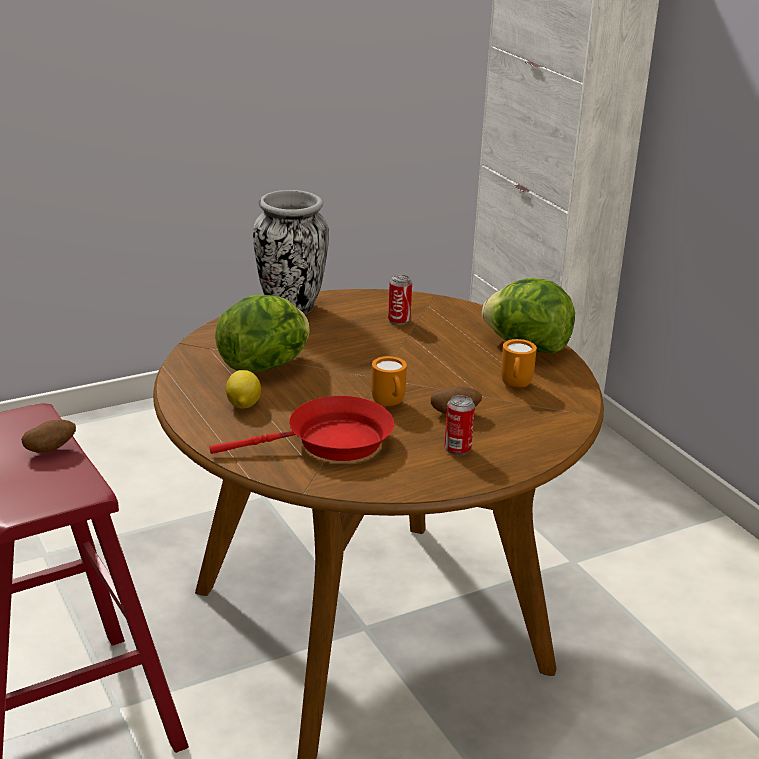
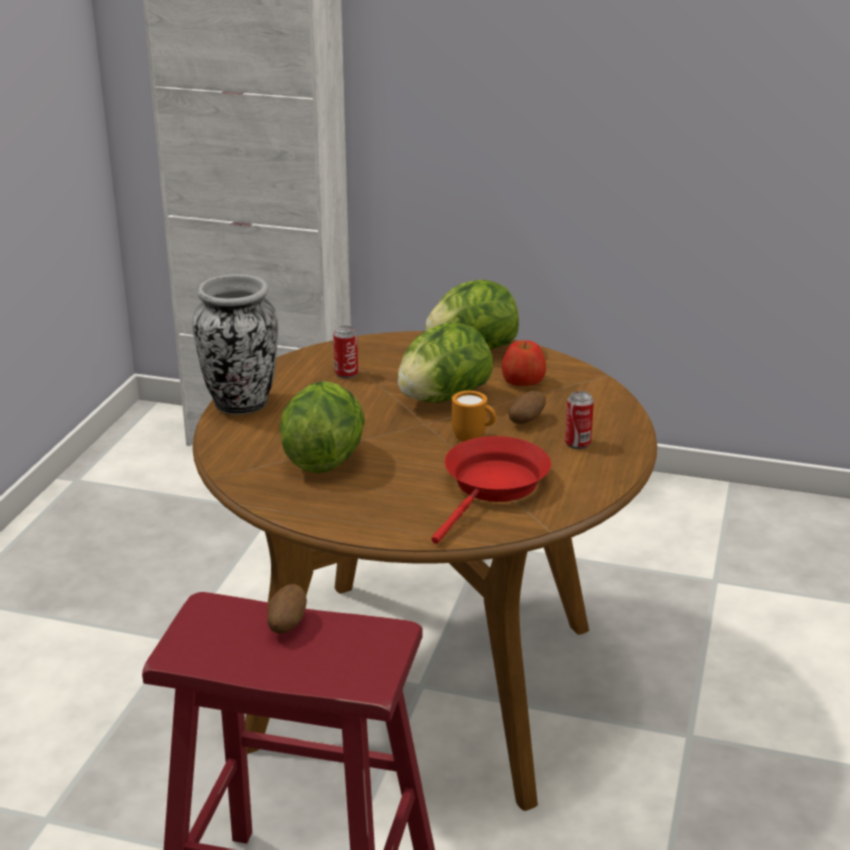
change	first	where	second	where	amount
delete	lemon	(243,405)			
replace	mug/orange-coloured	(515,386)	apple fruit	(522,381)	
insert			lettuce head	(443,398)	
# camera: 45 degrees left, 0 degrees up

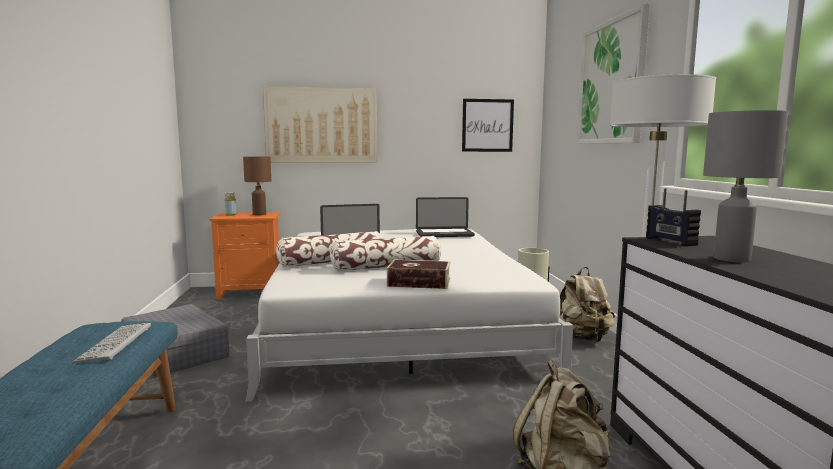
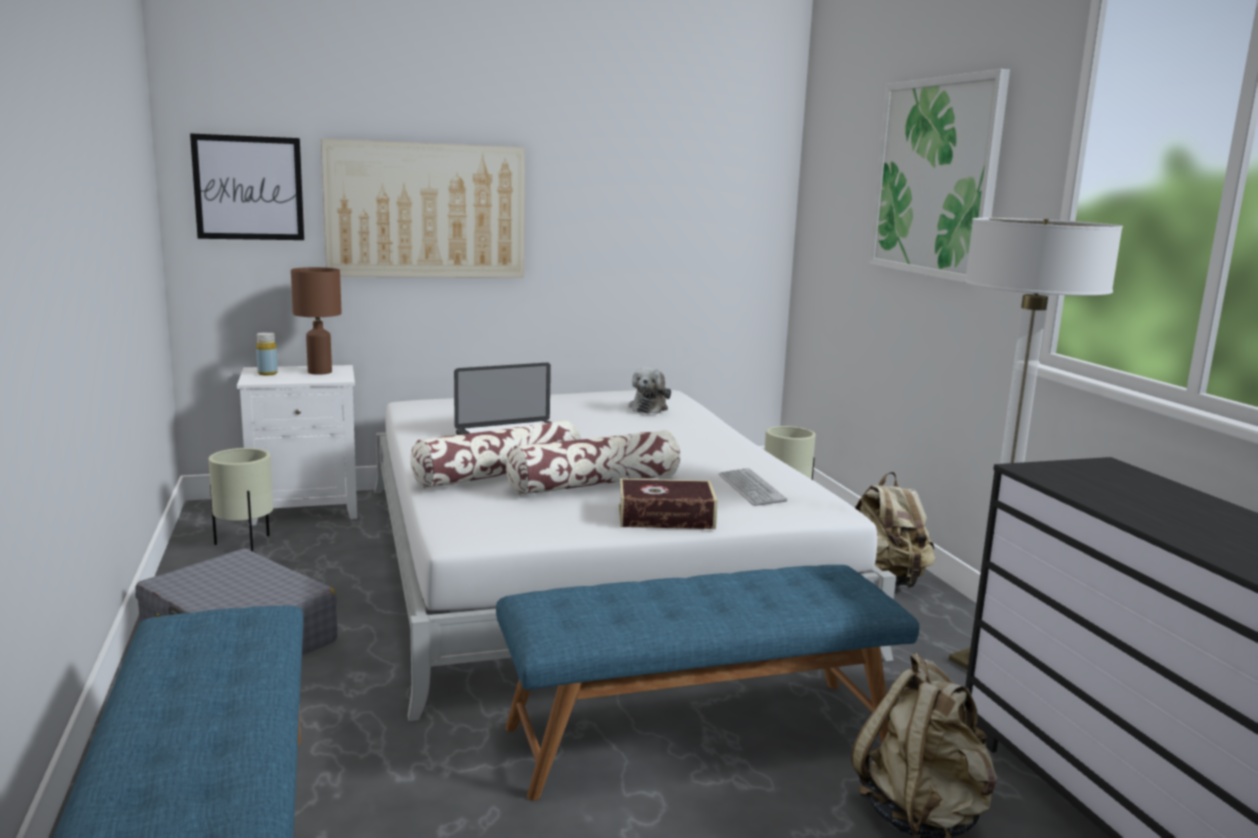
change	first	where	second	where	amount
move	computer keyboard	(115,343)		(751,488)	
recolor	nightstand/orange-coloured	(252,292)	nightstand/whitish	(306,508)	
replace	laptop	(444,234)	soft toy	(649,407)	
move	wall art	(487,125)		(249,188)	
delete	radio	(670,241)			
delete	table lamp/gray	(732,259)			
insert			plant pot/beige-coloured	(246,545)	
insert			long seat/blue-coloured	(698,733)	
# camera: 10 degrees left, 5 degrees up

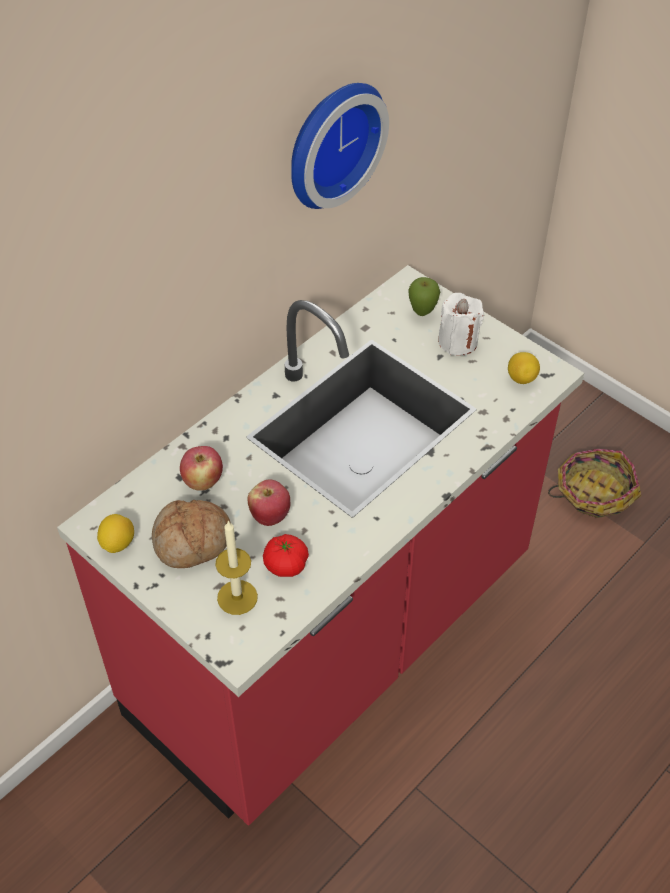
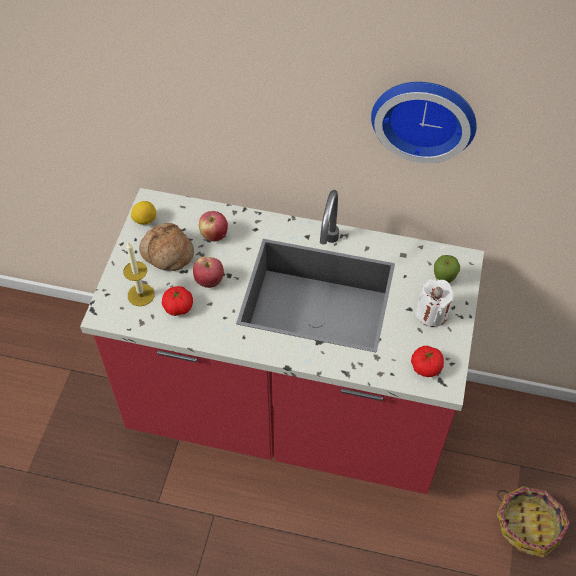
change	first	where	second	where	amount
replace	lemon	(521,378)	whole tomato	(426,367)	
# camera: 60 degrees right, 5 degrees up

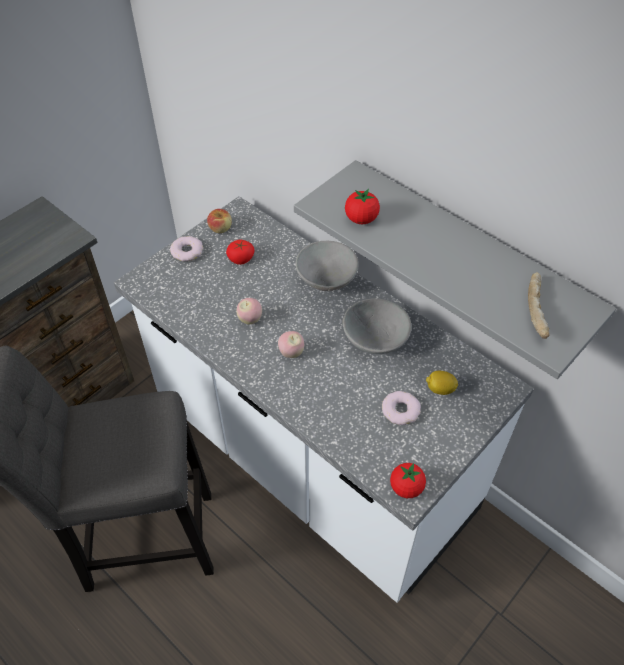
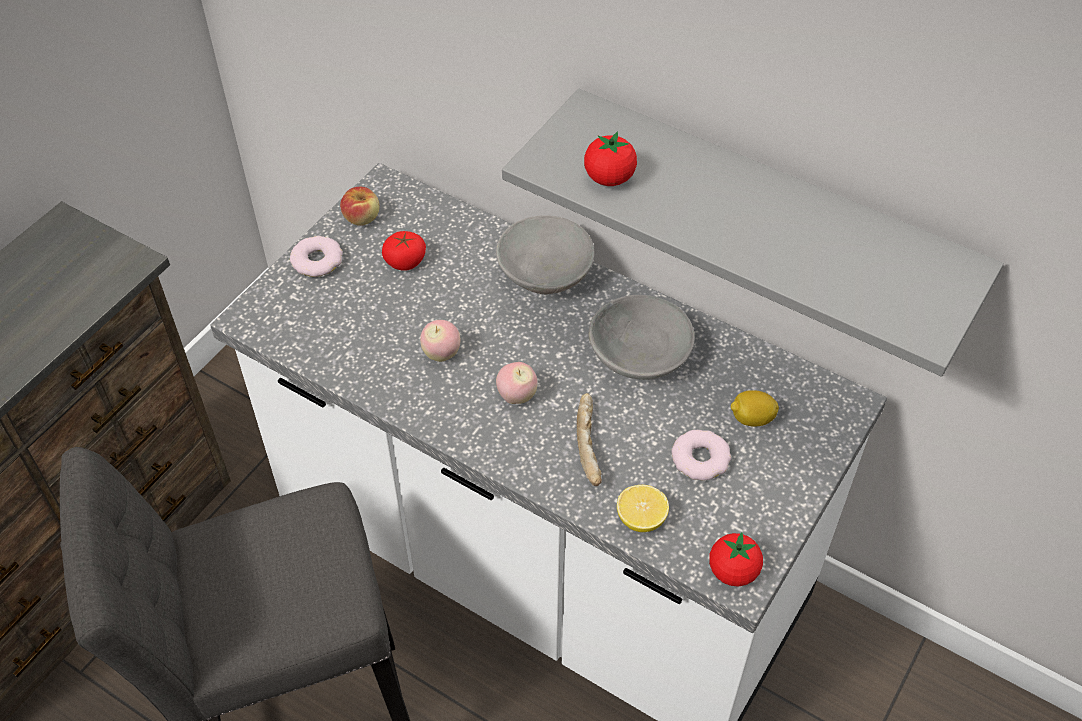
change	first	where	second	where	amount
move	bakery bread	(538,310)		(590,445)	
insert			lemon	(641,519)	
# camera: 10 degrees left, 0 degrees up

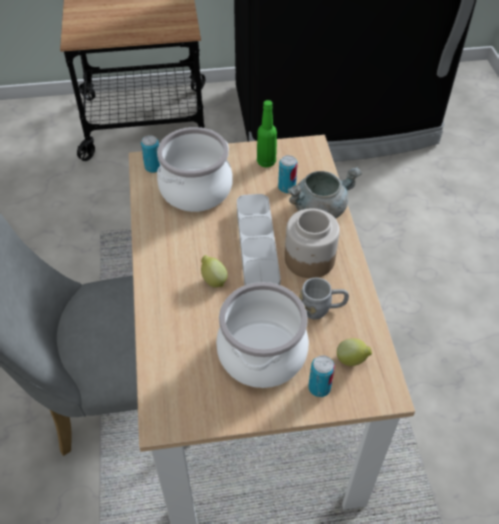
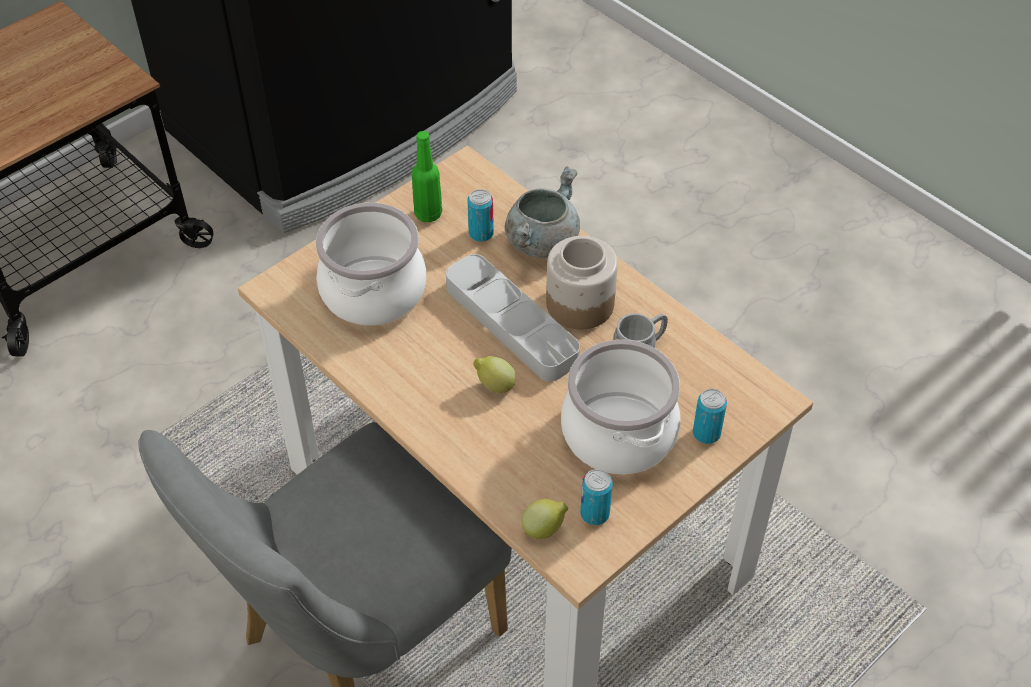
change	first	where	second	where	amount
move	metal can	(153,167)		(594,513)	
move	lemon	(352,360)		(544,529)	
# camera: 35 degrees left, 0 degrees up

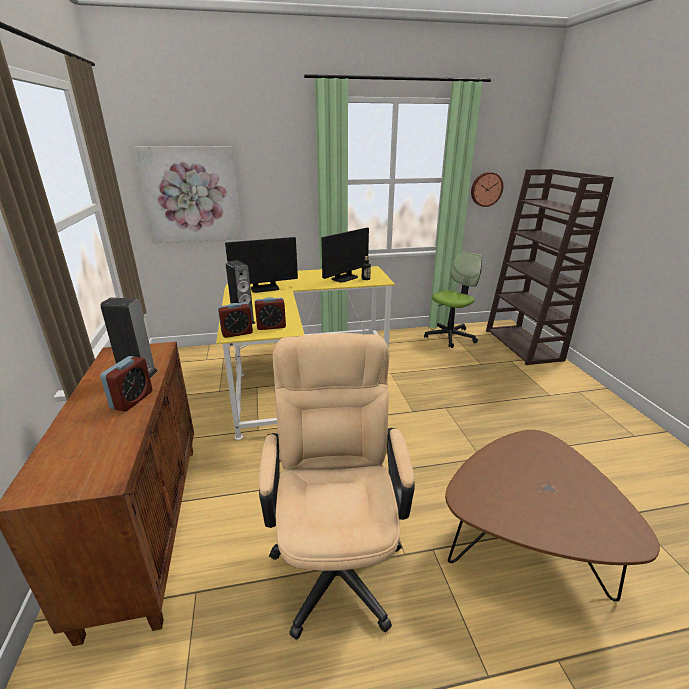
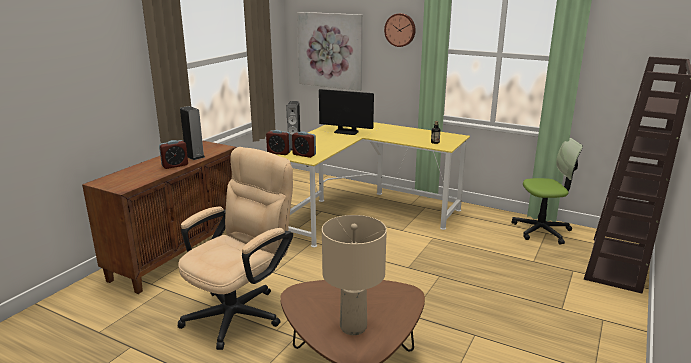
change	first	where	second	where	amount
delete	monitor	(344,278)			
move	clock on the wall	(486,189)		(400,30)	
insert			table lamp/beige-coloured	(353,327)	
# camera: 40 degrees right, 5 degrees down

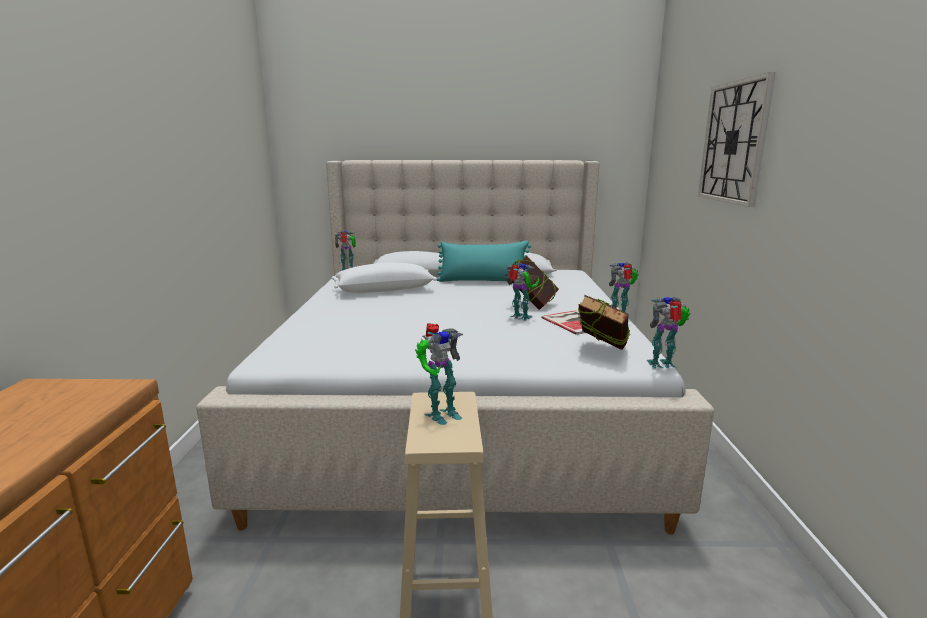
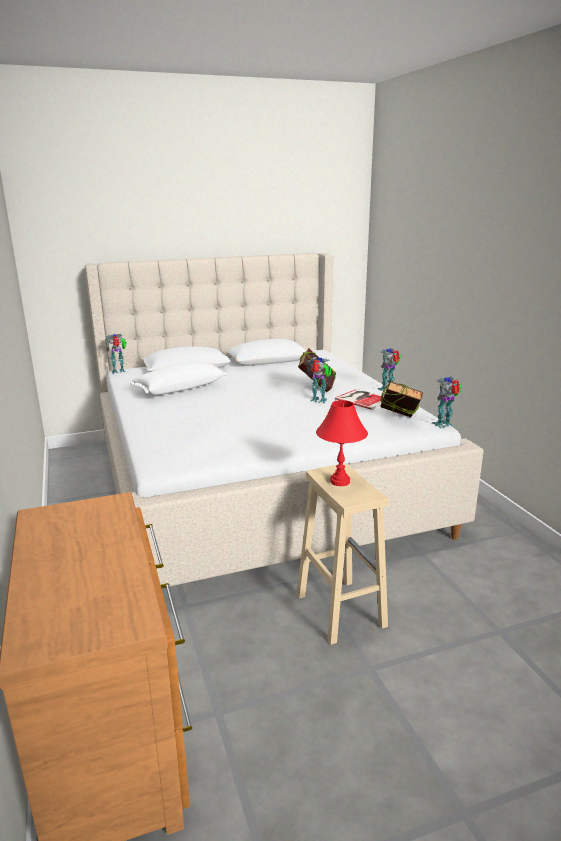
change	first	where	second	where	amount
replace	model robot	(440,414)	table lamp/reddish	(340,481)	
delete	pillow/blue-green	(483,281)			
delete	clock on the wall	(733,142)			
# camera: 20 degrees left, 5 degrees up

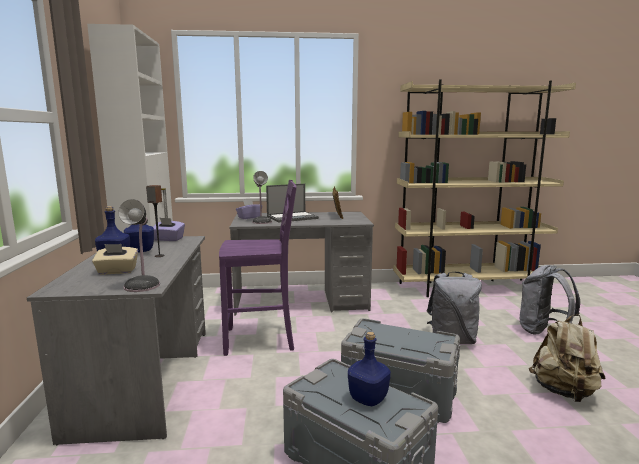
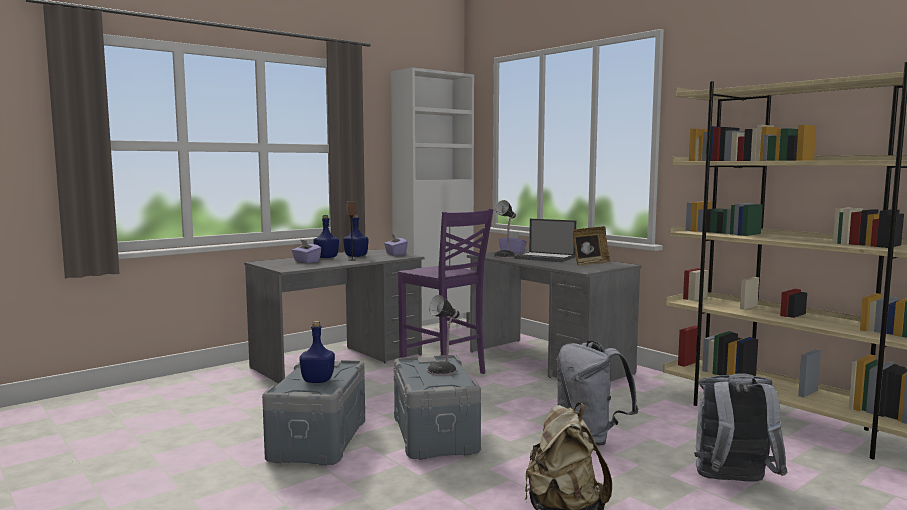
change	first	where	second	where	amount
recolor	box of tissues/beige-coloured	(117,271)	box of tissues/purple	(306,261)	
move	table lamp	(143,285)		(443,370)	
# camera: 55 degrees right, 5 degrees down

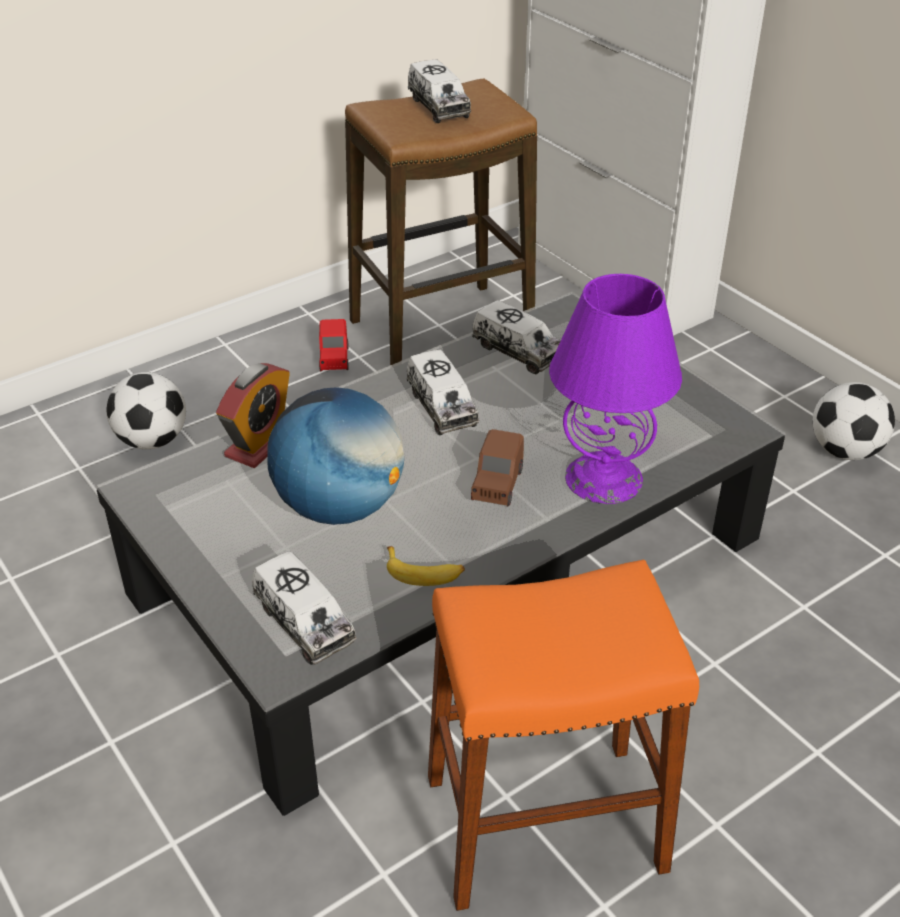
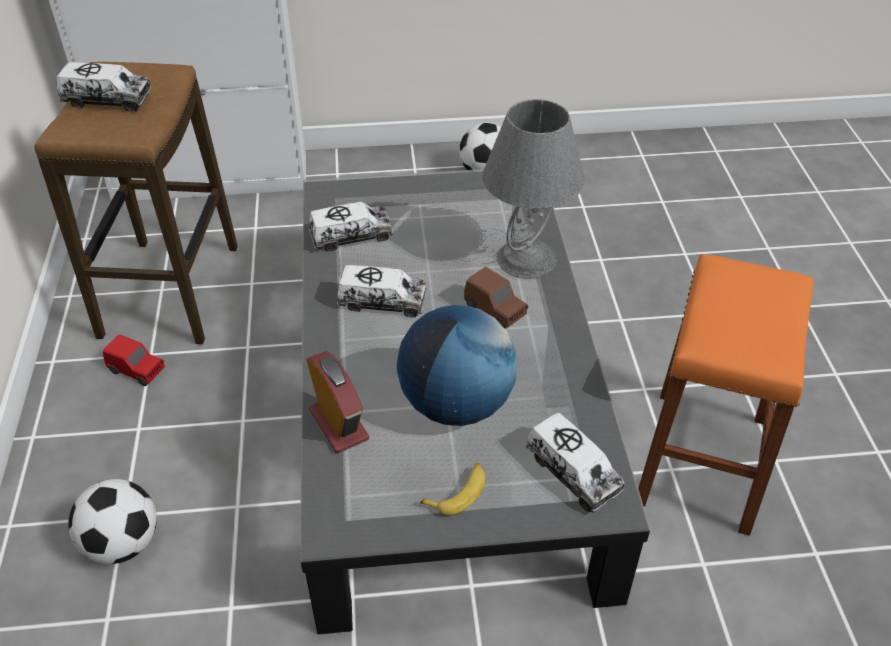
change	first	where	second	where	amount
rotate	toy lorry	(304,622)		(573,472)	60 degrees clockwise
move	banana fruit	(424,572)		(458,492)	
recolor	table lamp/purple	(603,478)	table lamp/gray	(527,259)	
# camera: 60 degrees left, 5 degrees up

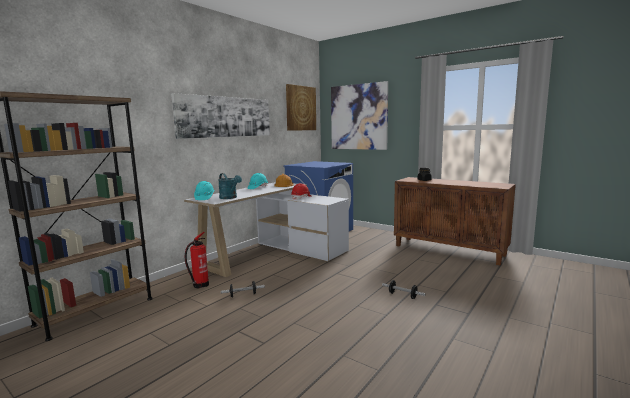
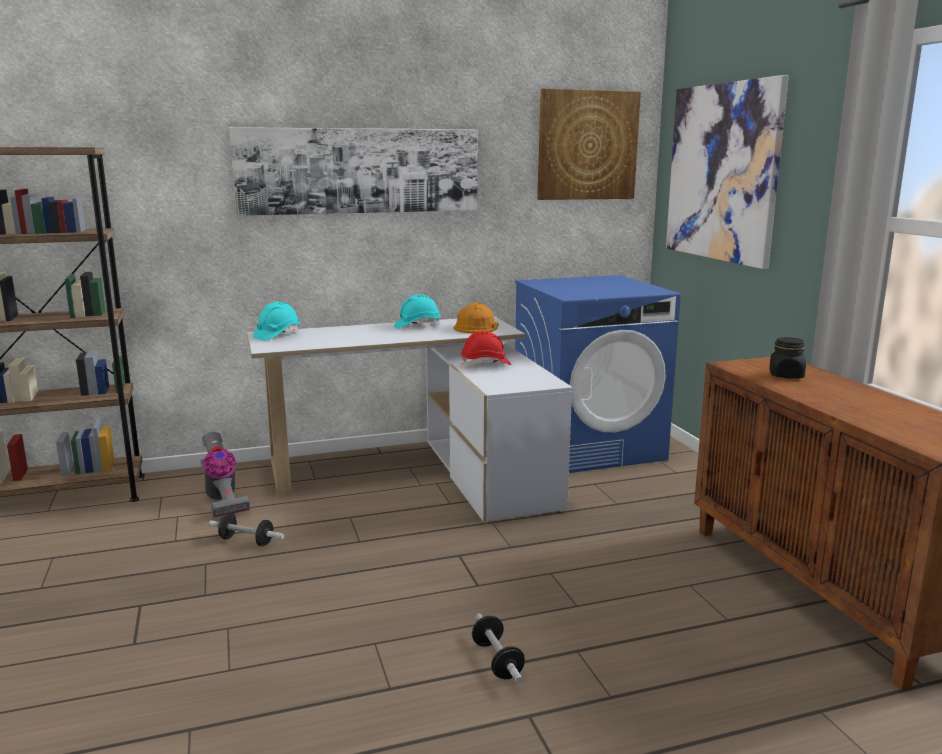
change	first	where	second	where	amount
replace	fire extinguisher	(199,285)	vacuum	(222,499)	
delete	sprinkling can/blue-green	(230,198)			
# camera: 35 degrees right, 5 degrees up

